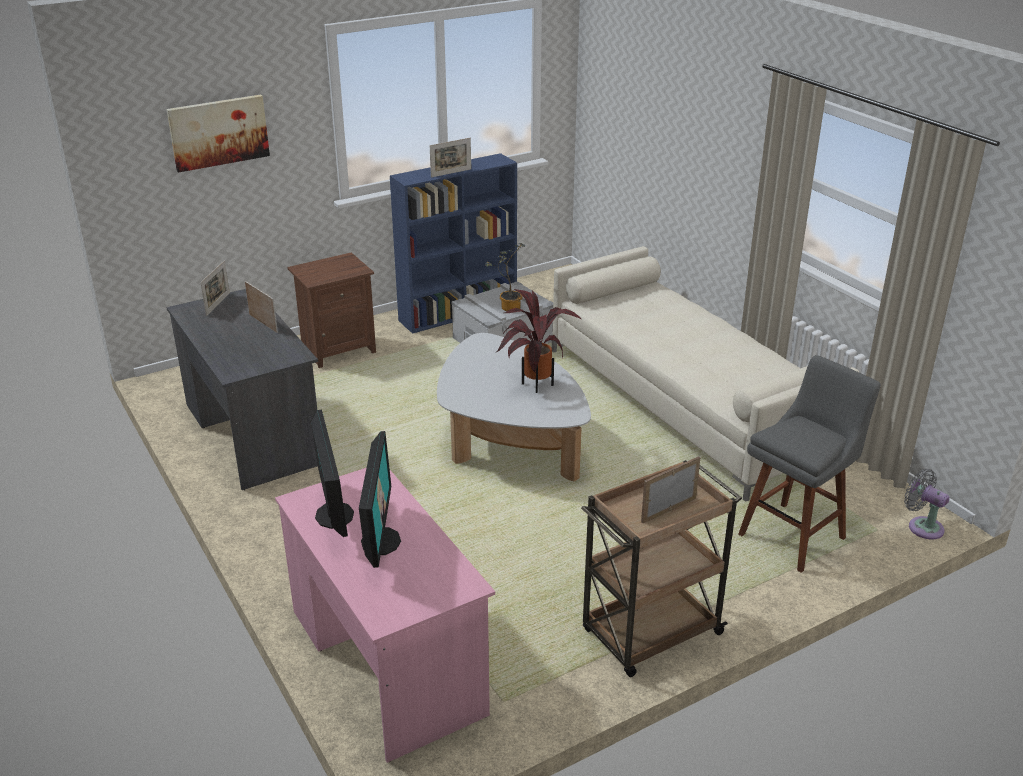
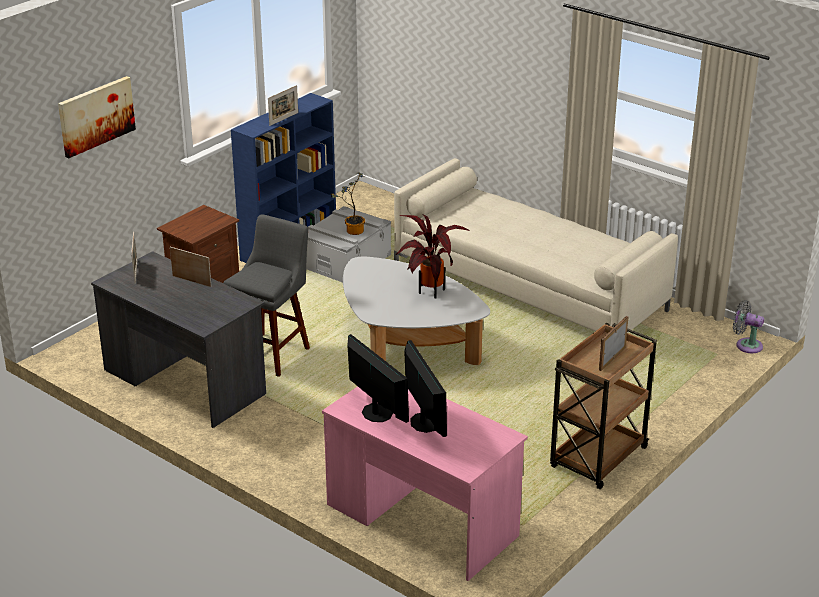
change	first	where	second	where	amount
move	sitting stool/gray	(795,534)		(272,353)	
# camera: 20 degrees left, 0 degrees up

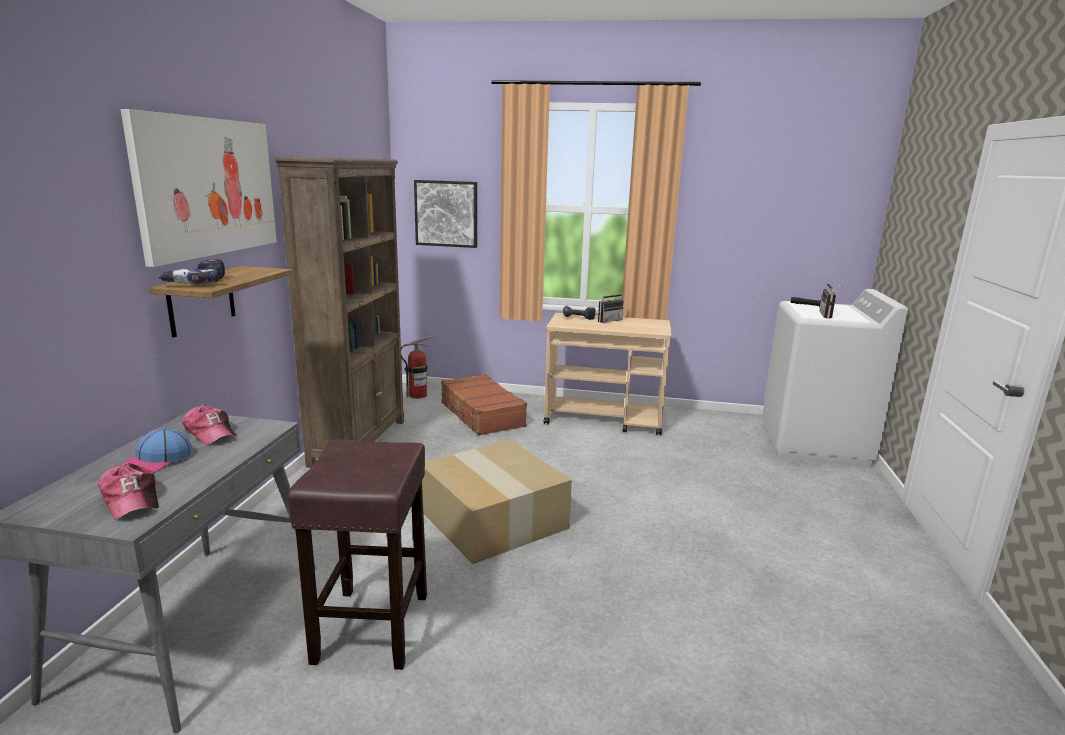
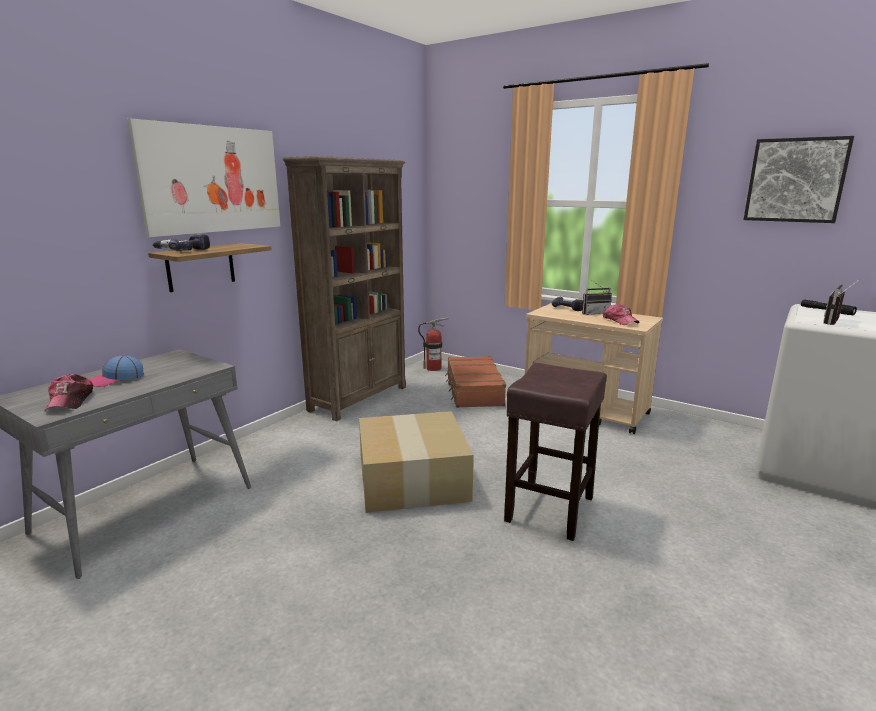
change	first	where	second	where	amount
move	baseball cap	(211,433)		(620,321)	
move	sitting stool/brown-coloured	(372,629)		(549,510)	
move	wall art	(446,213)		(795,180)	
# camera: 25 degrees right, 0 degrees up

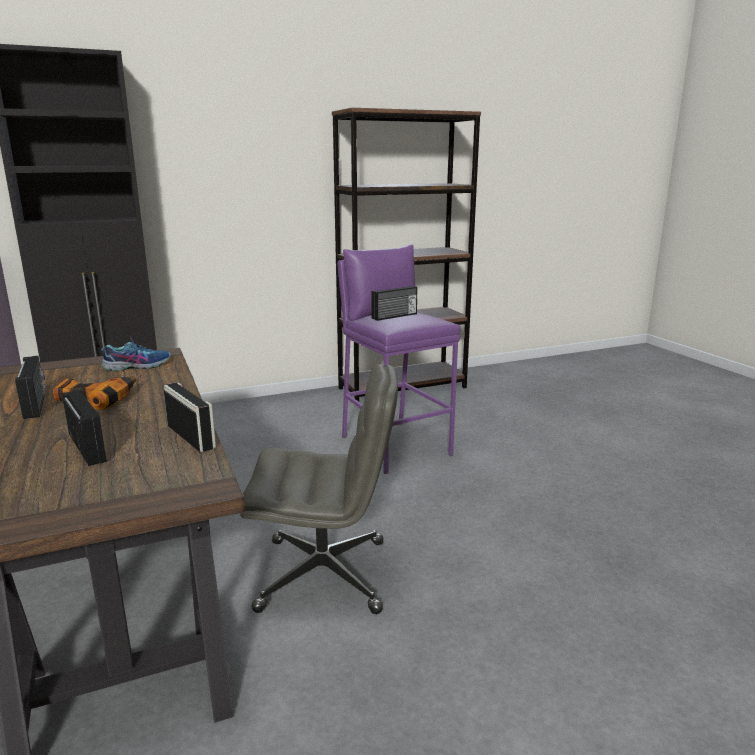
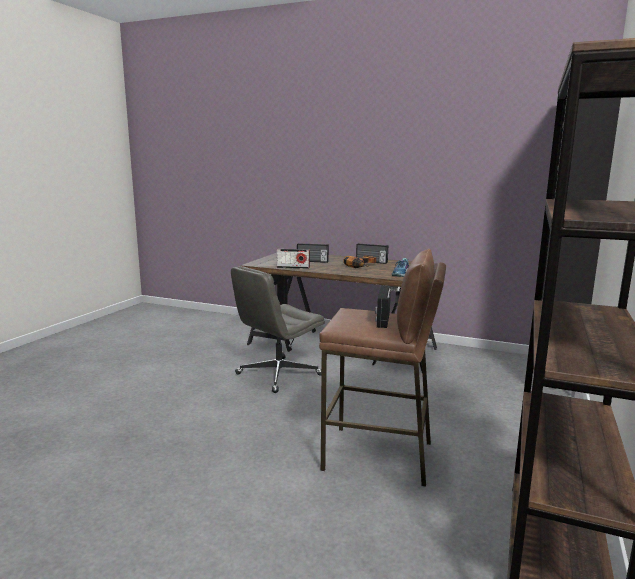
change	first	where	second	where	amount
recolor	sitting stool/purple	(395,445)	sitting stool/brown-coloured	(378,456)	
# camera: 135 degrees right, 5 degrees down

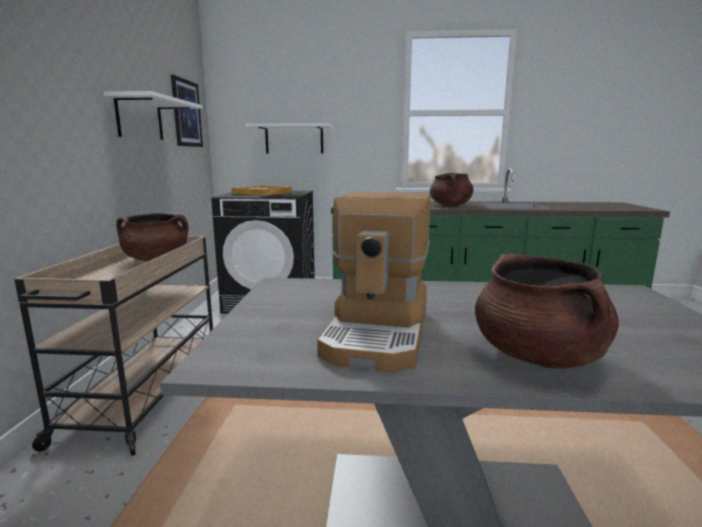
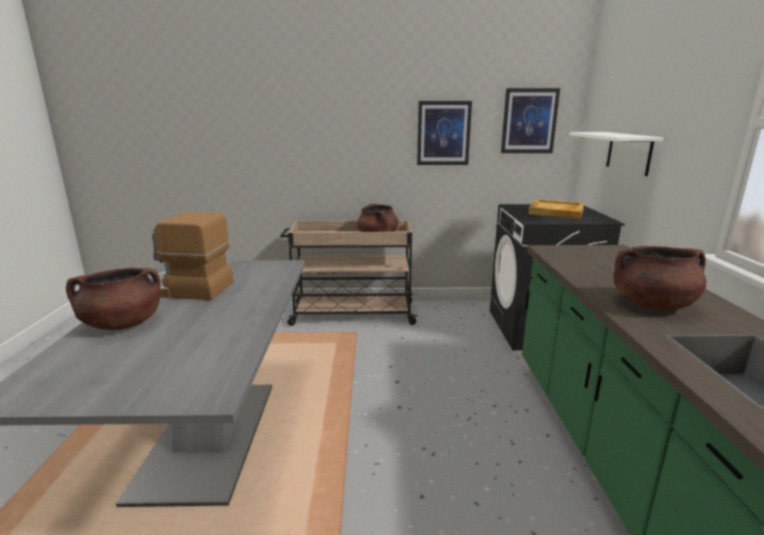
change	first	where	second	where	amount
replace	wall shelf/whitish	(140,119)	wall art	(443,133)	
# camera: 85 degrees right, 5 degrees up

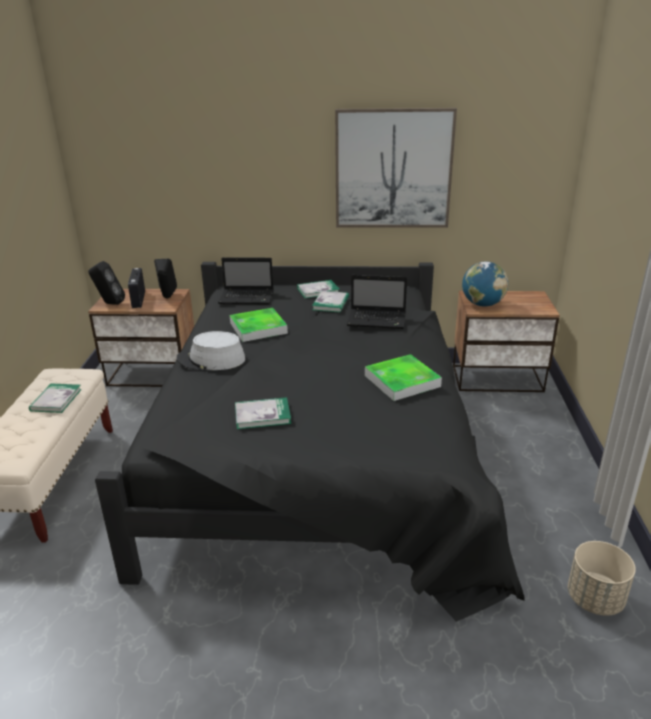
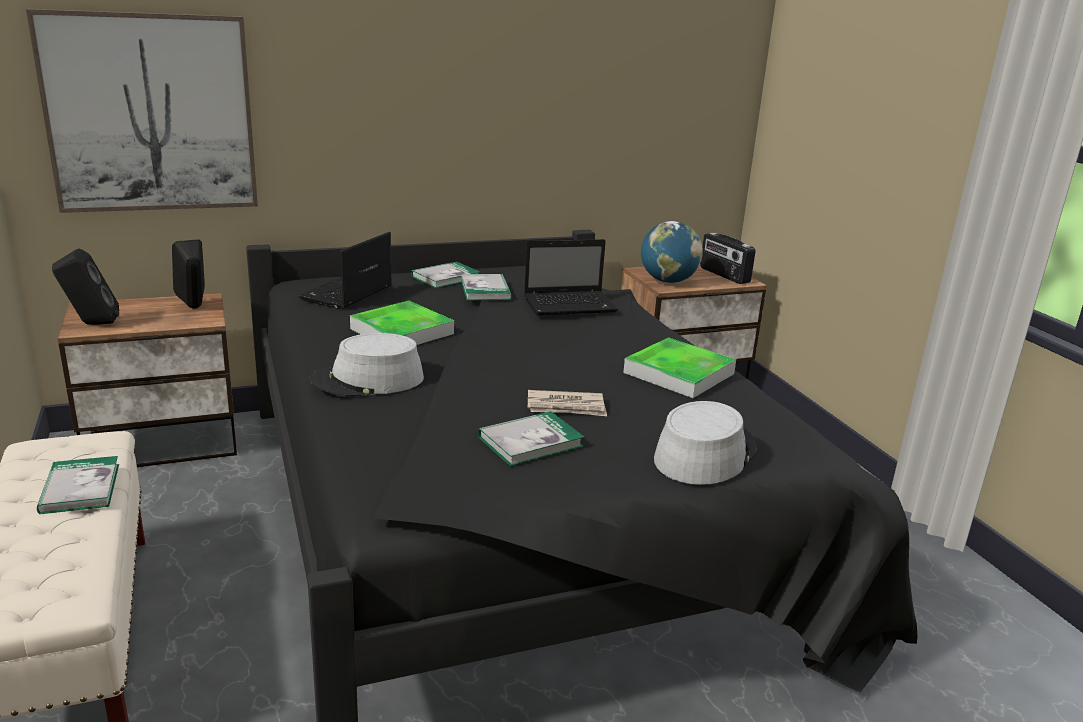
change	first	where	second	where	amount
move	radio	(138,299)		(724,275)	
rotate	laptop	(247,298)		(346,294)	135 degrees clockwise
move	wall art	(393,169)		(151,114)	
delete	plant pot/beige-coloured	(595,599)			
insert			printed paper	(566,407)	
insert			wearable hat/gray	(704,454)	
# camera: 25 degrees left, 5 degrees down

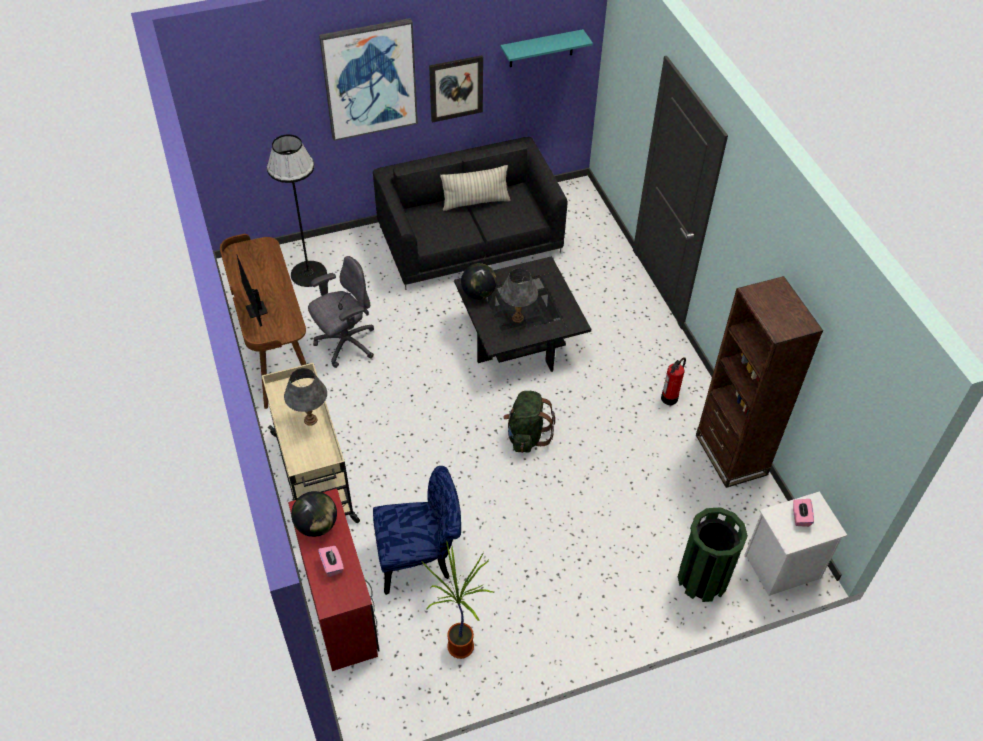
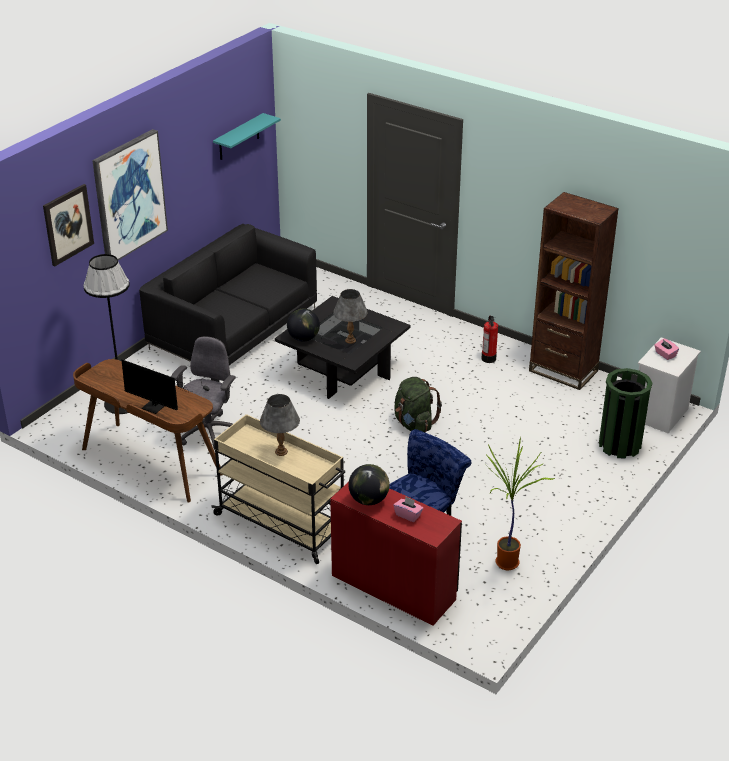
change	first	where	second	where	amount
move	wall art	(456,88)		(68,224)	
delete	pillow	(475,202)			
# camera: 35 degrees left, 15 degrees down

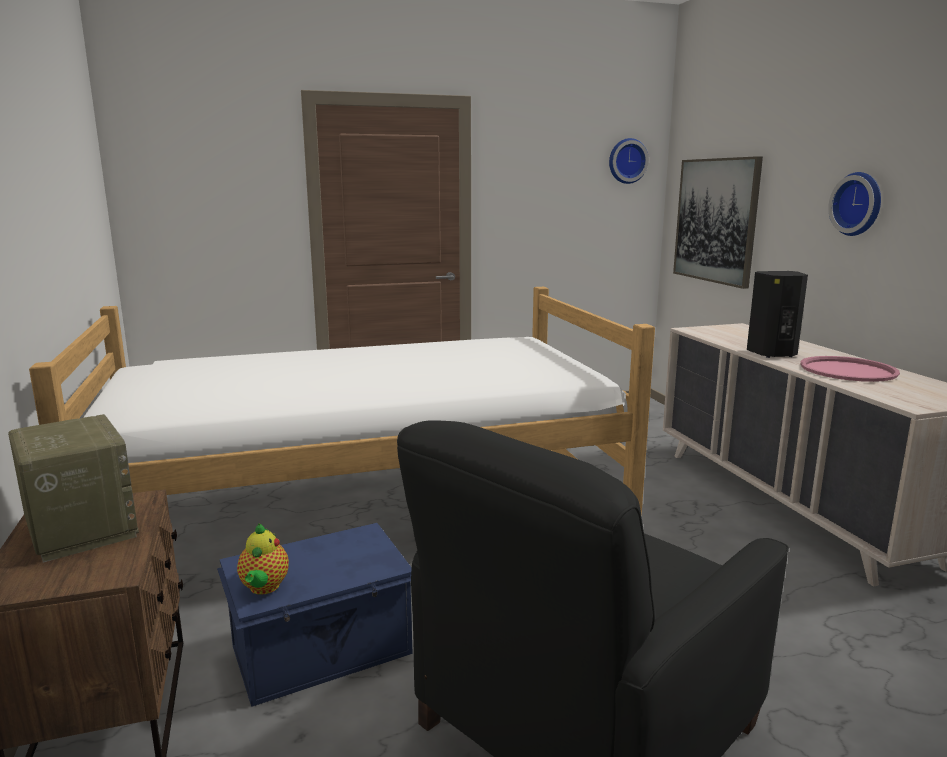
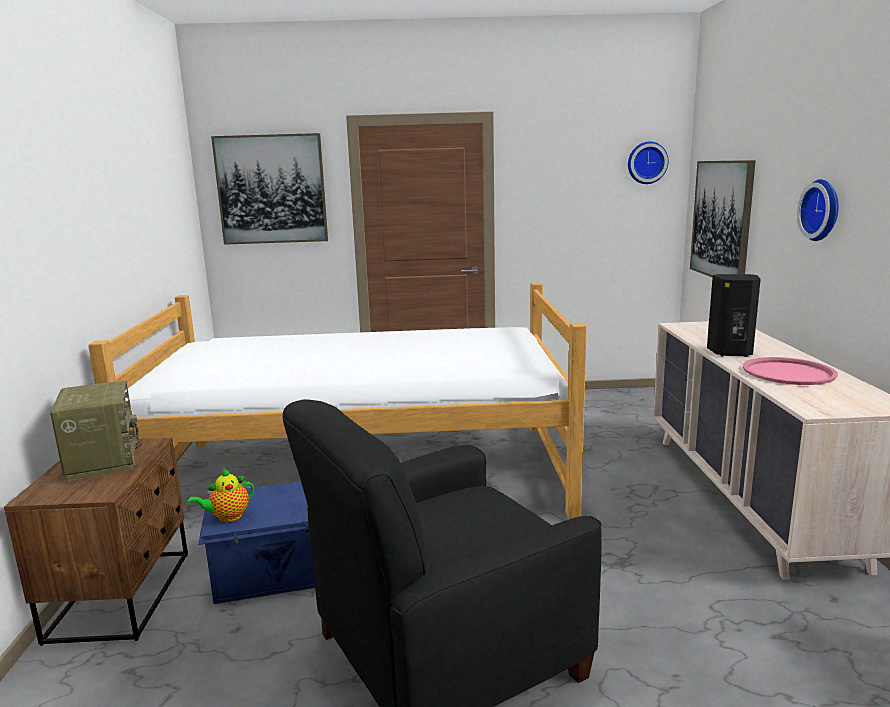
change	first	where	second	where	amount
rotate	teapot	(264,588)		(227,517)	45 degrees clockwise
insert			wall art	(271,189)	
# camera: 15 degrees right, 0 degrees up

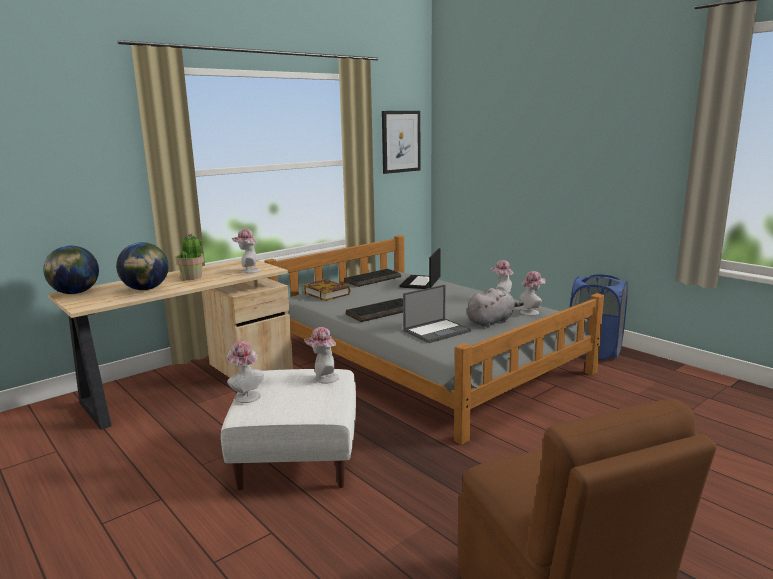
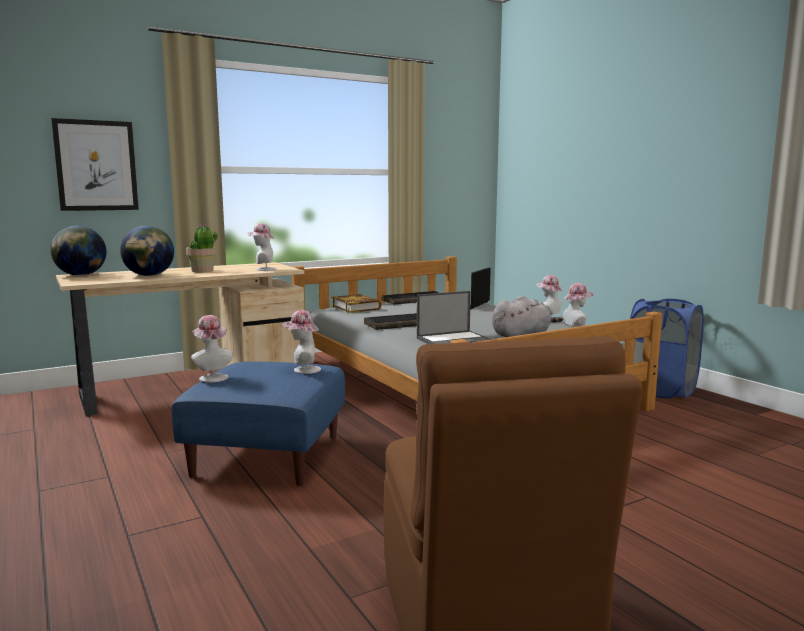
change	first	where	second	where	amount
recolor	footrest/whitish	(298,457)	footrest/blue-coloured	(268,455)	
move	wall art	(400,141)		(96,165)	
# camera: 10 degrees right, 5 degrees down

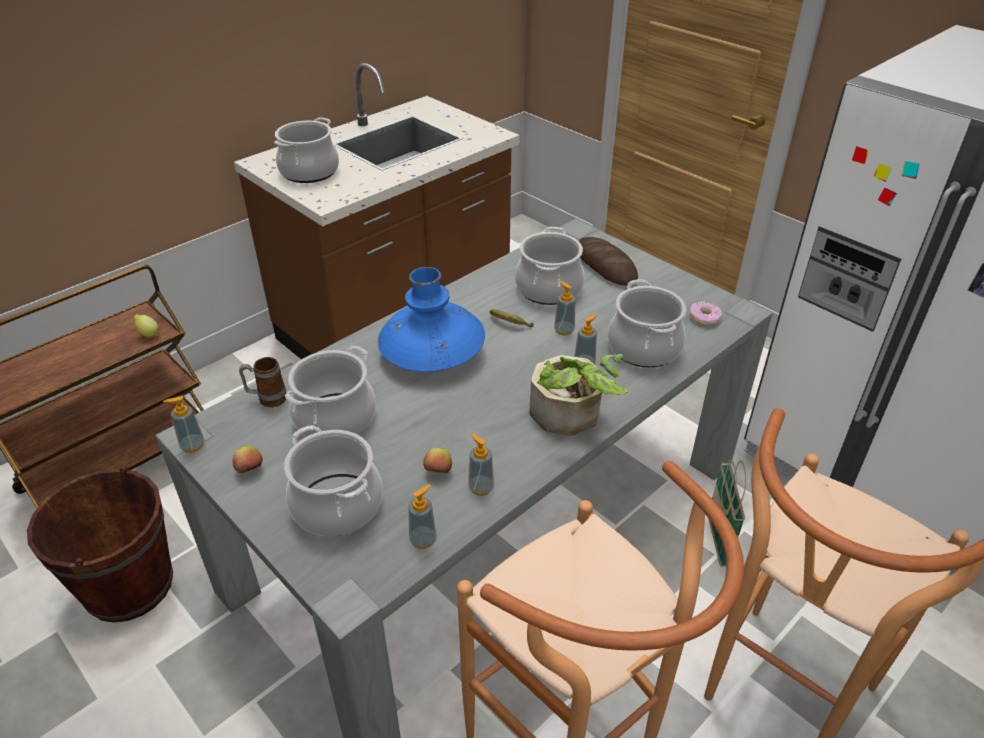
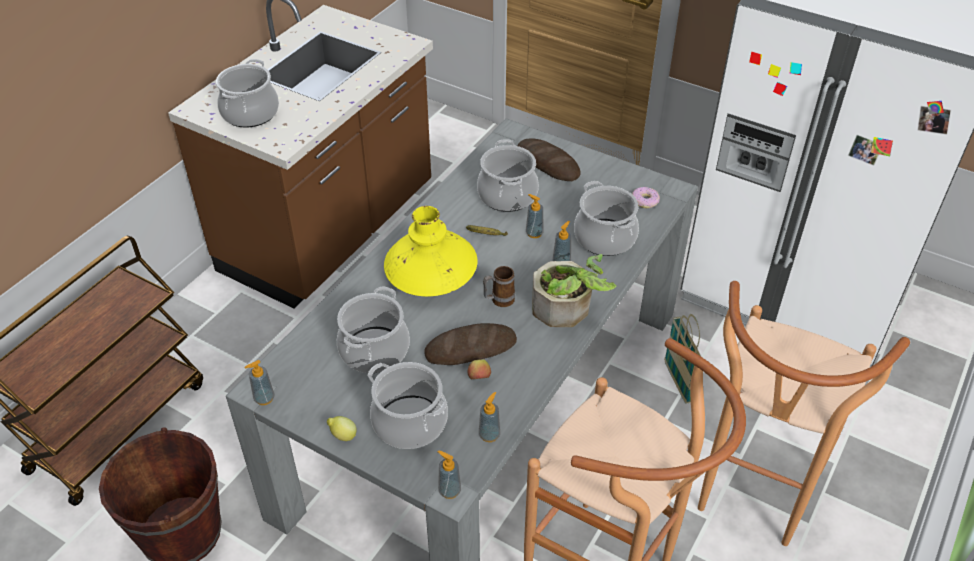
change	first	where	second	where	amount
move	lemon	(148,334)		(343,436)	
delete	apple fruit	(250,470)			
move	mug	(267,399)		(498,301)	
recolor	flower vase/blue-coloured	(432,353)	flower vase/yellow	(431,275)	
move	liquid soap bottle	(481,488)		(449,490)	
insert			bakery bread	(470,349)	
# camera: 15 degrees left, 5 degrees up

